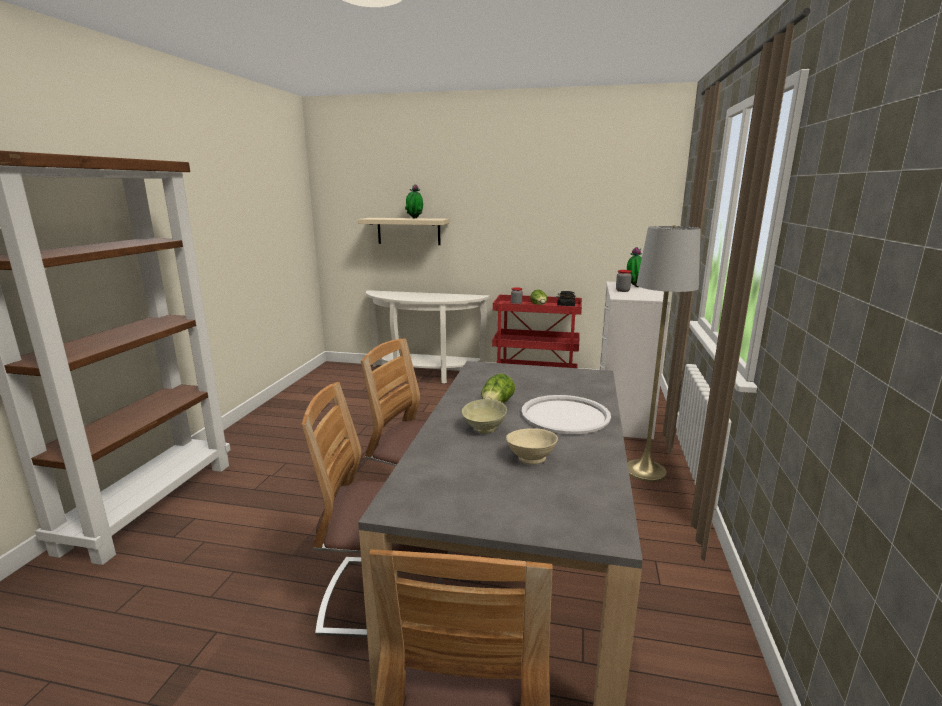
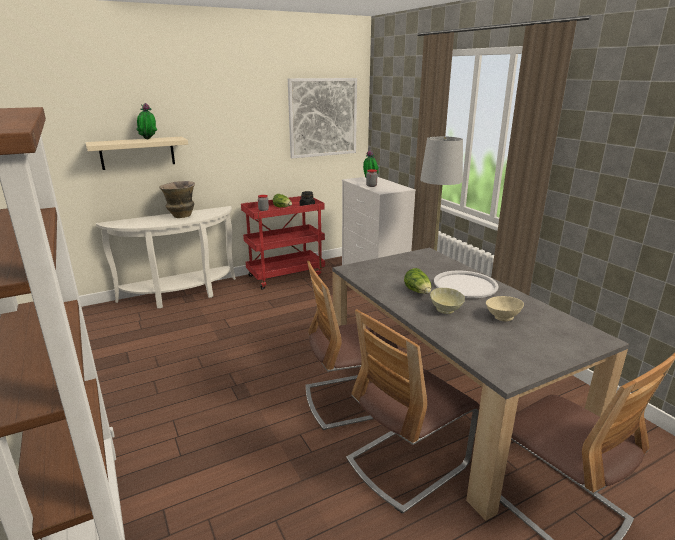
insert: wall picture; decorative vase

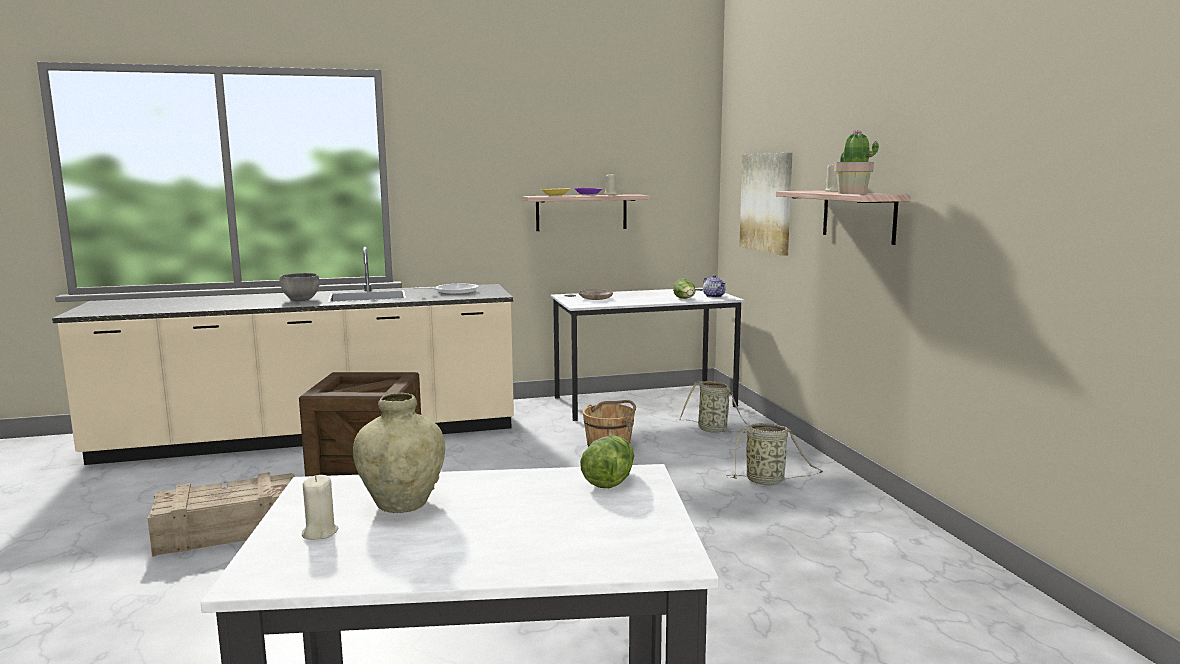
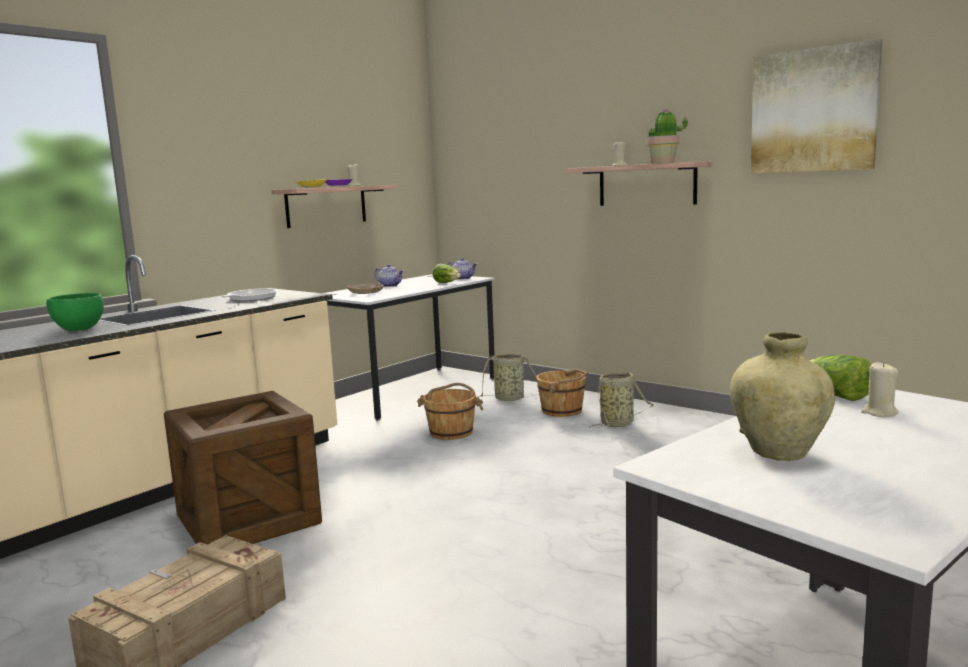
insert: teapot (1st from left); brownish water bucket (2nd from left)
move: wall picture; beige-coloured wax candle (1st from left in the first image) to beige-coloured wax candle (3rd from left)
recolor: gray serving bowl to greenish serving bowl

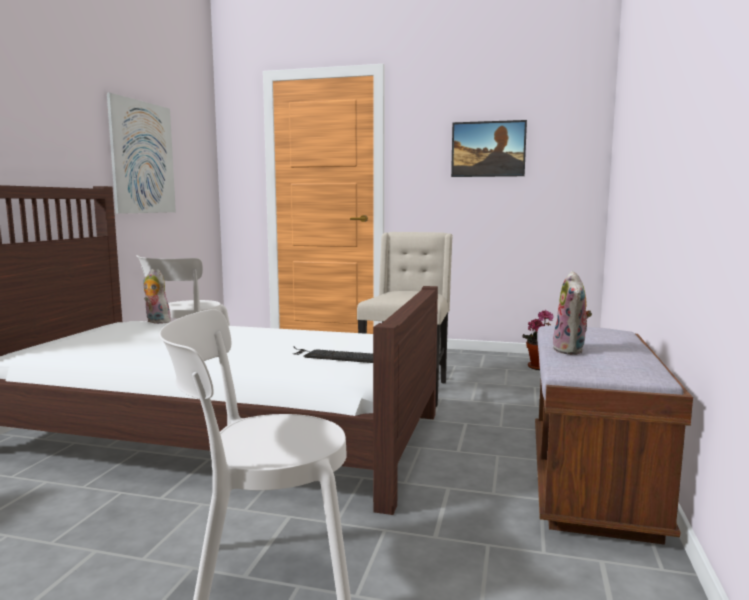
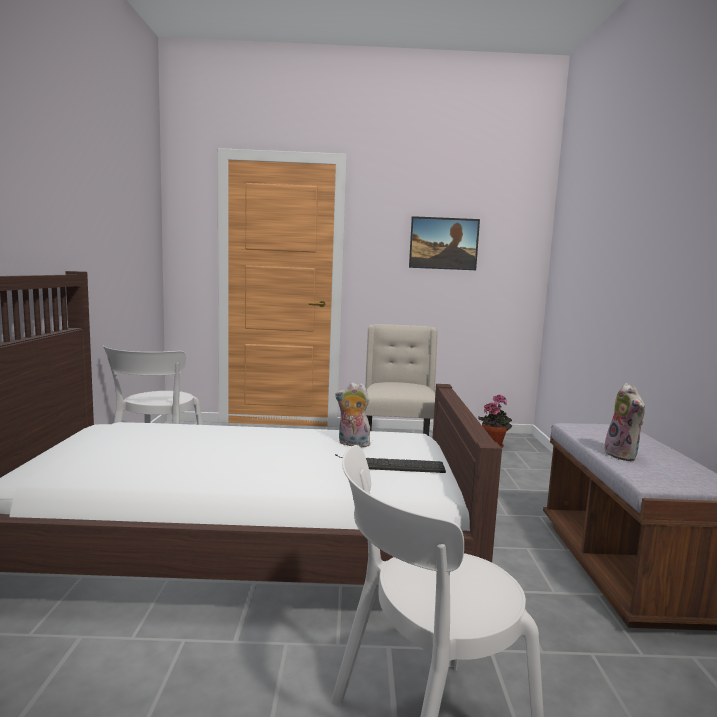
delete: wall picture (1st from left)
move: plush toy (1st from left)

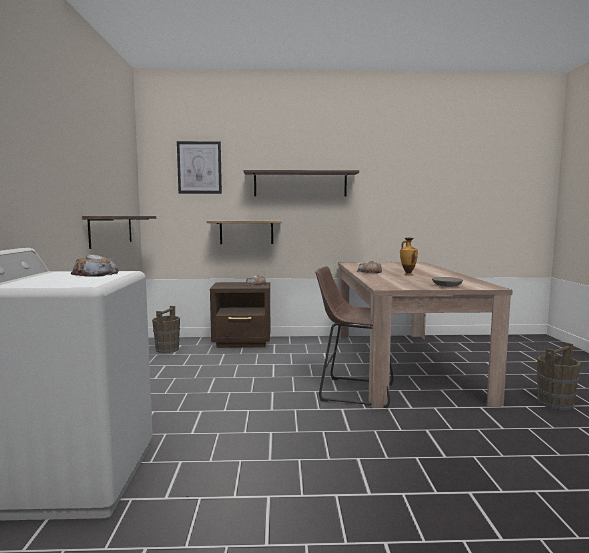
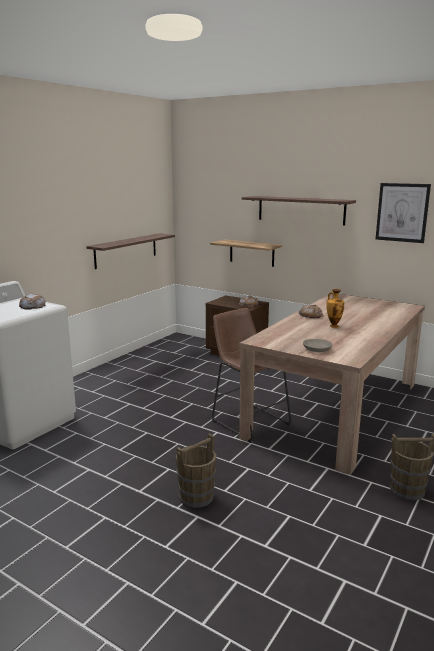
move: wall picture; brownish water bucket (1st from left)

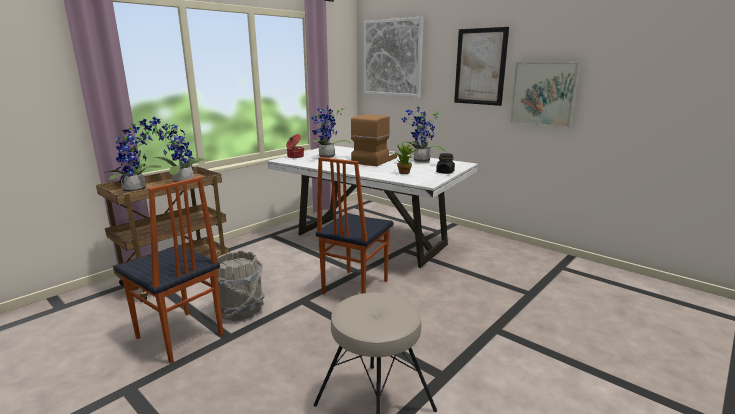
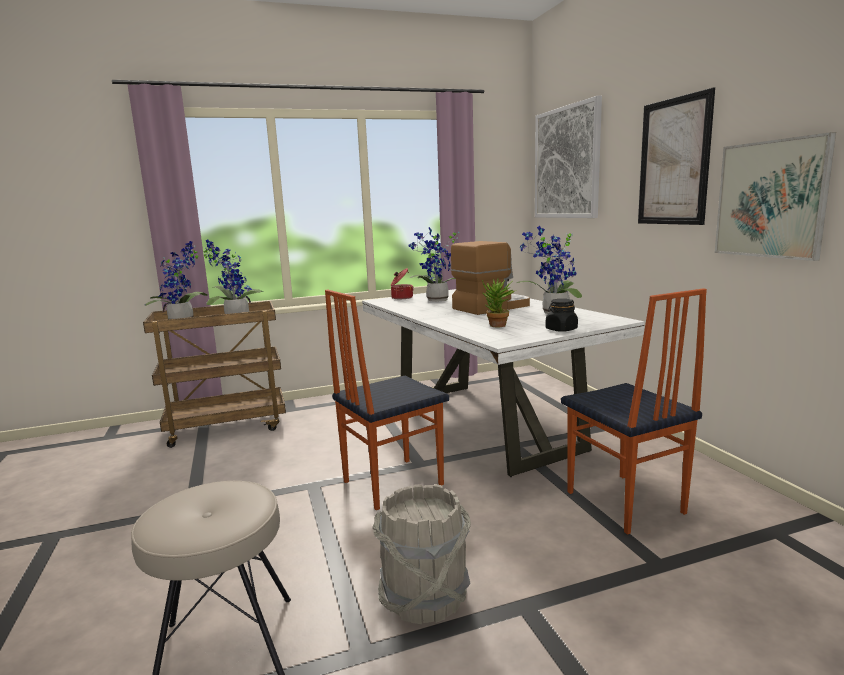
move: chair (1st from left in the first image) to chair (2nd from left); gray water bucket

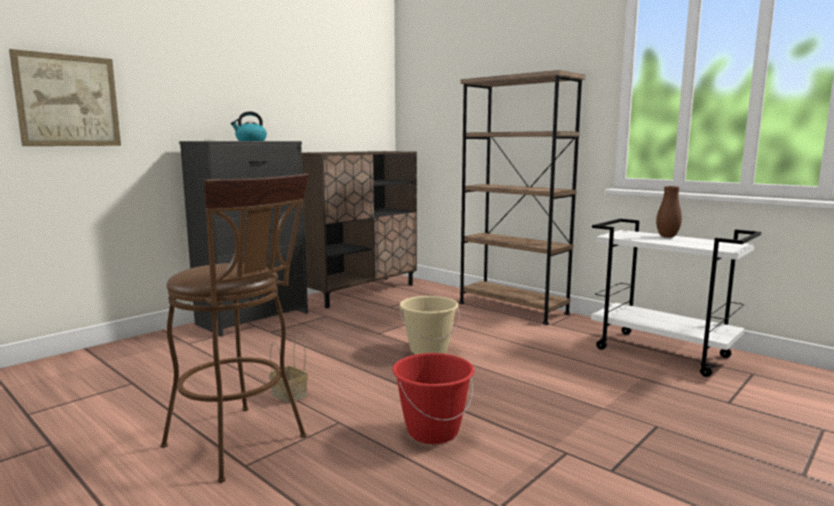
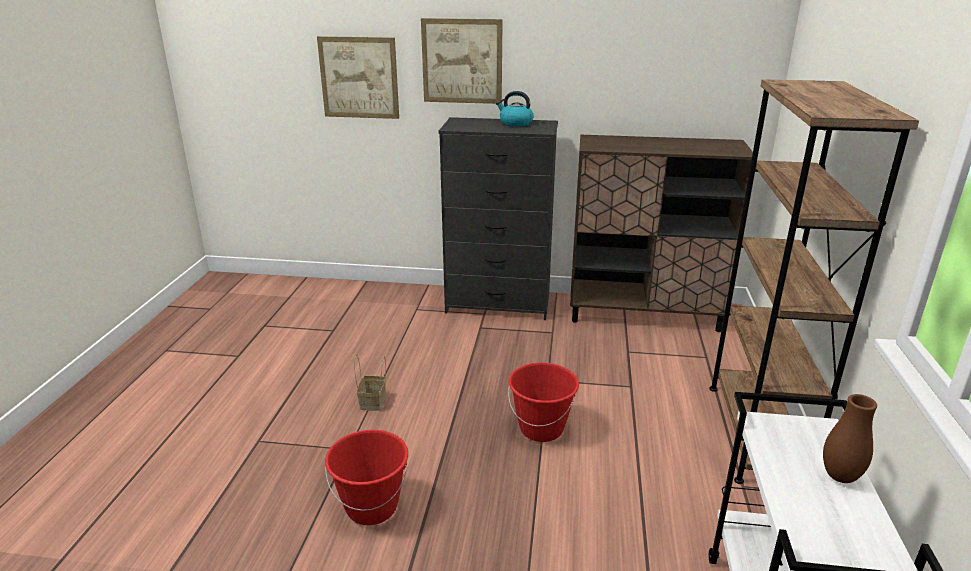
delete: brownish stool seat
insert: wall picture (2nd from left)
recolor: beige-coloured water bucket to red water bucket (2nd from left)

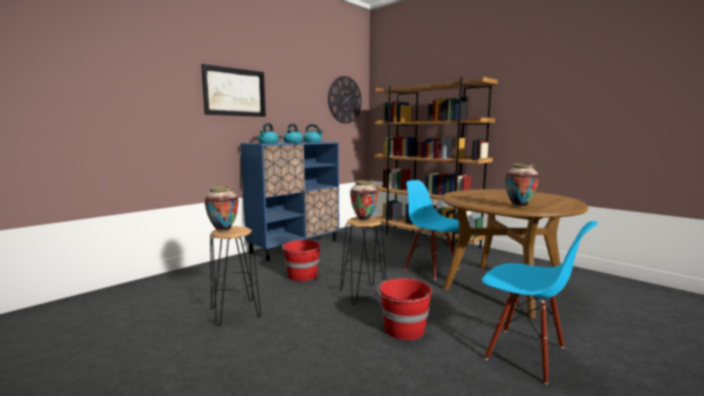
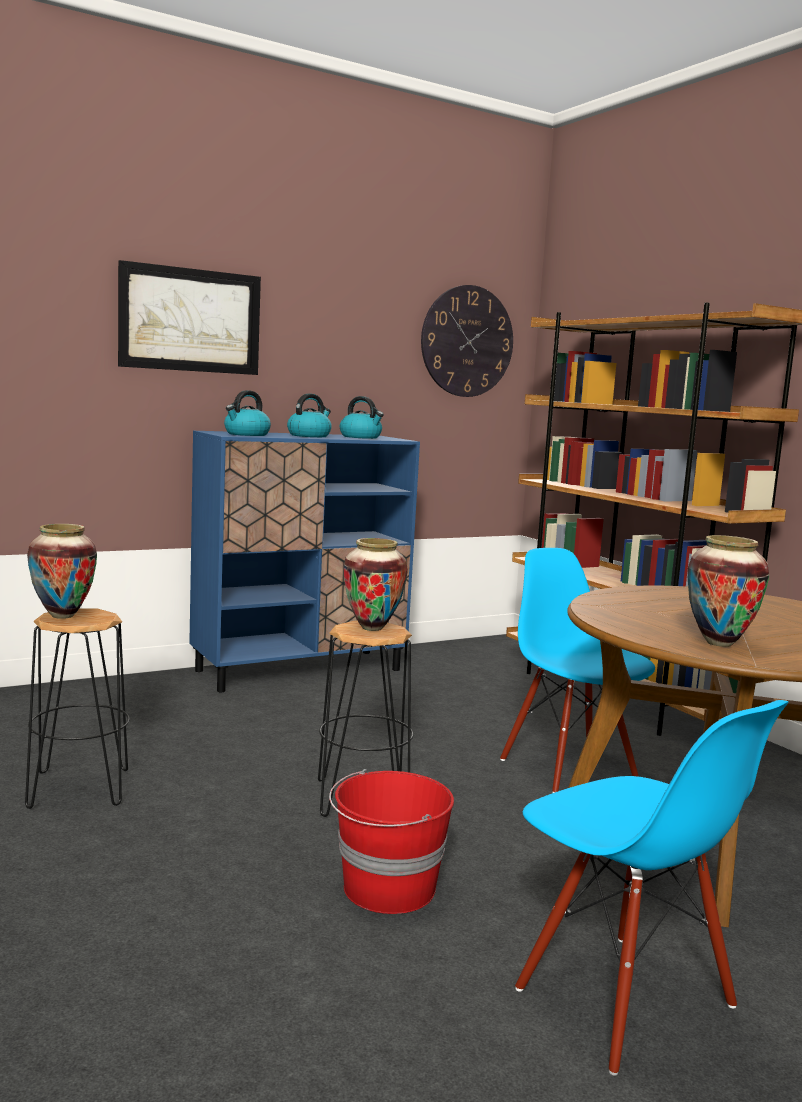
delete: red water bucket (1st from left)

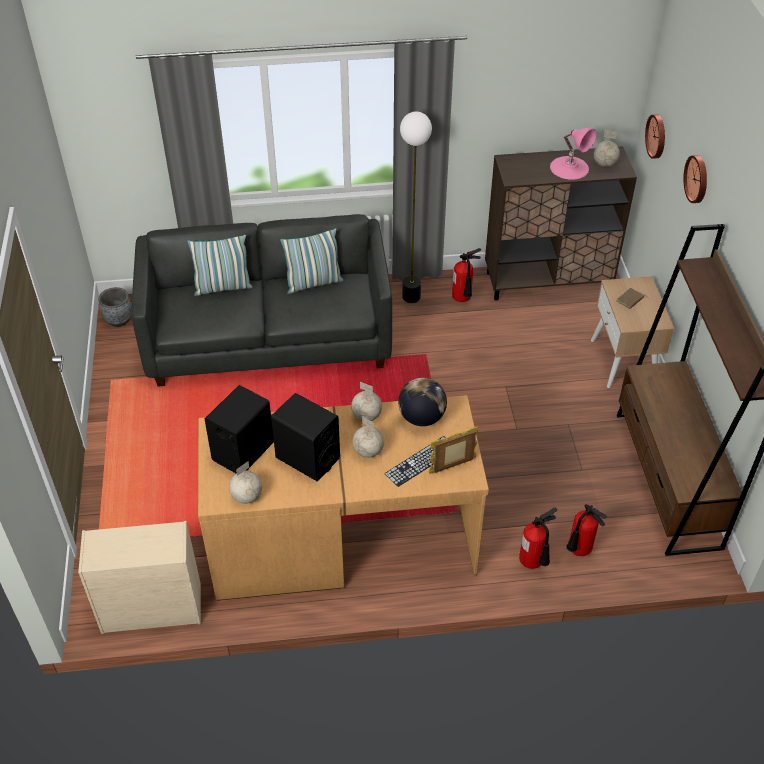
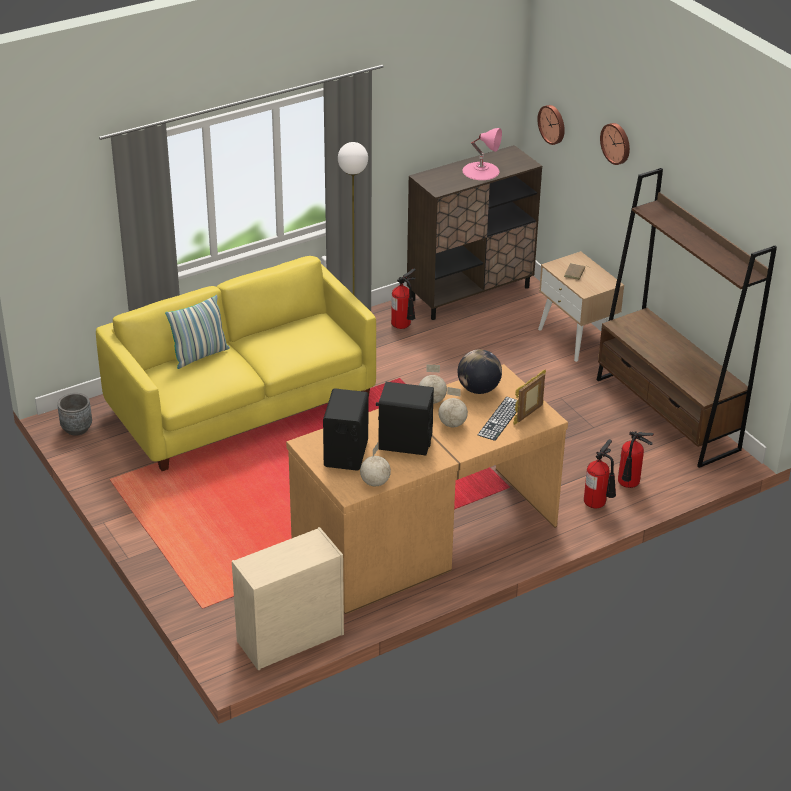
delete: world globe (5th from left); cushion (2nd from left)
recolor: gray couch to yellowish couch

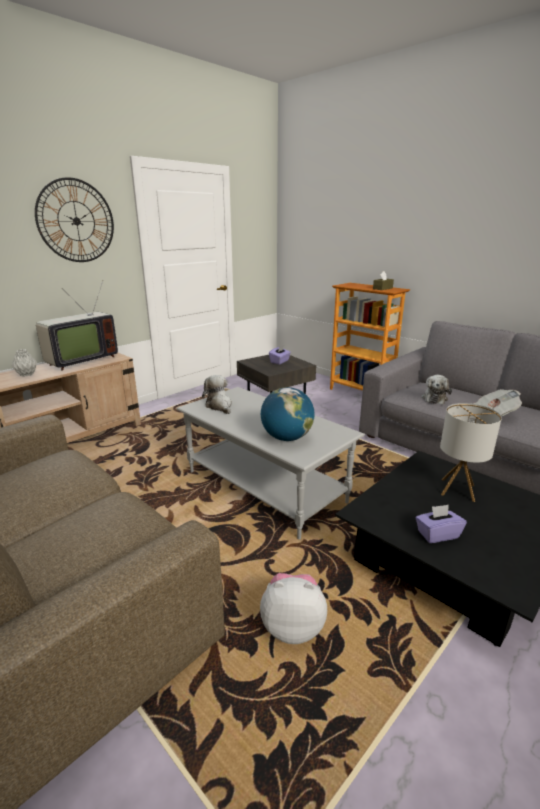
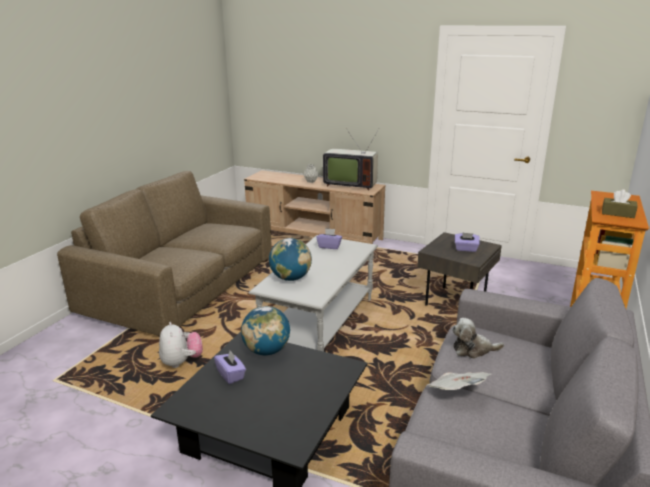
delete: clock on the wall; table lamp
insert: world globe (1st from left)
replace: plush toy (1st from left) to purplish tissue box (2nd from left)

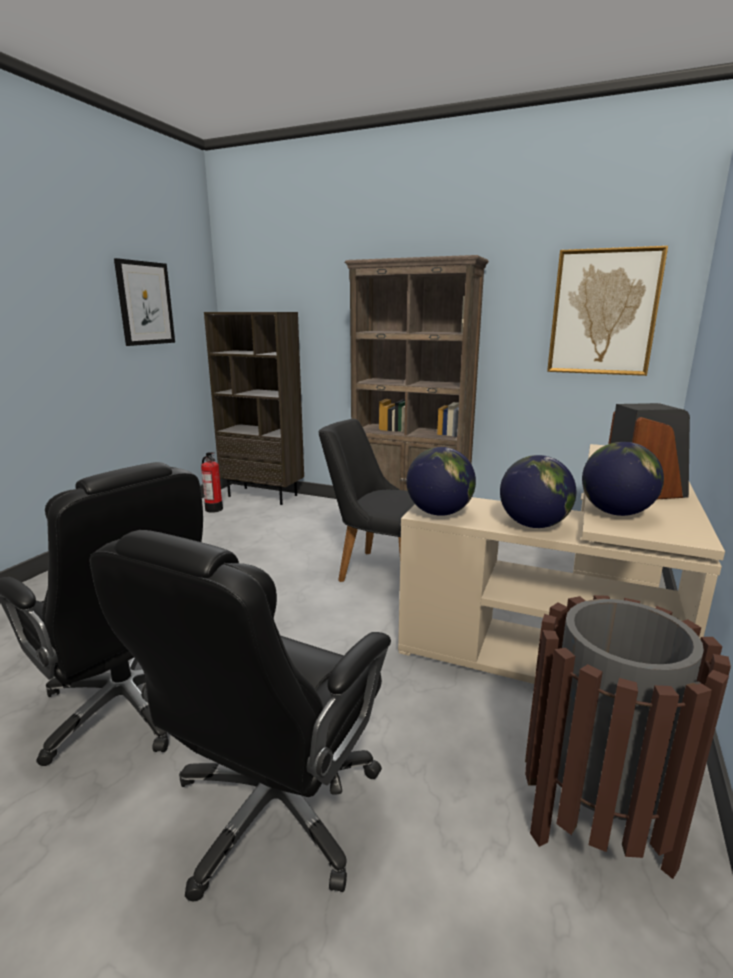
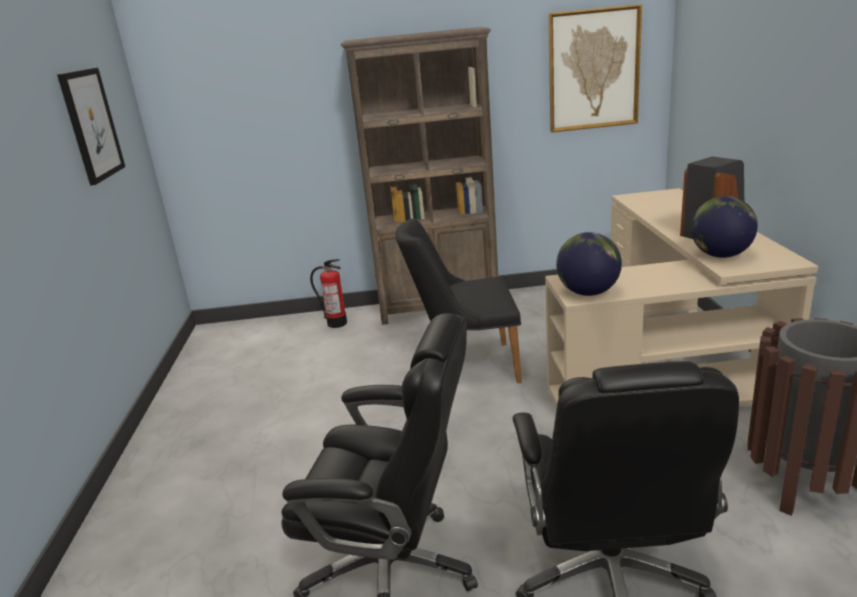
delete: brownish bookcase (1st from left); world globe (2nd from left)
move: fire-fighting cylinder

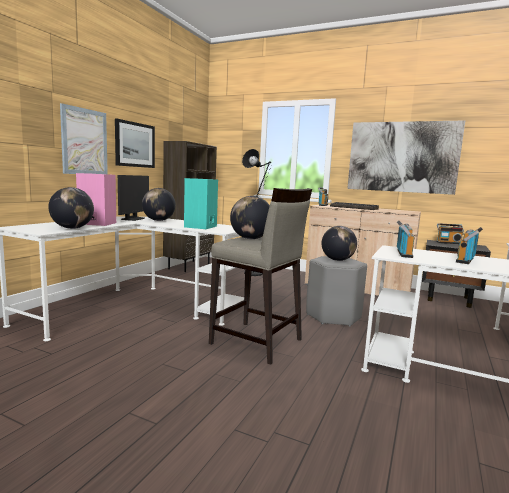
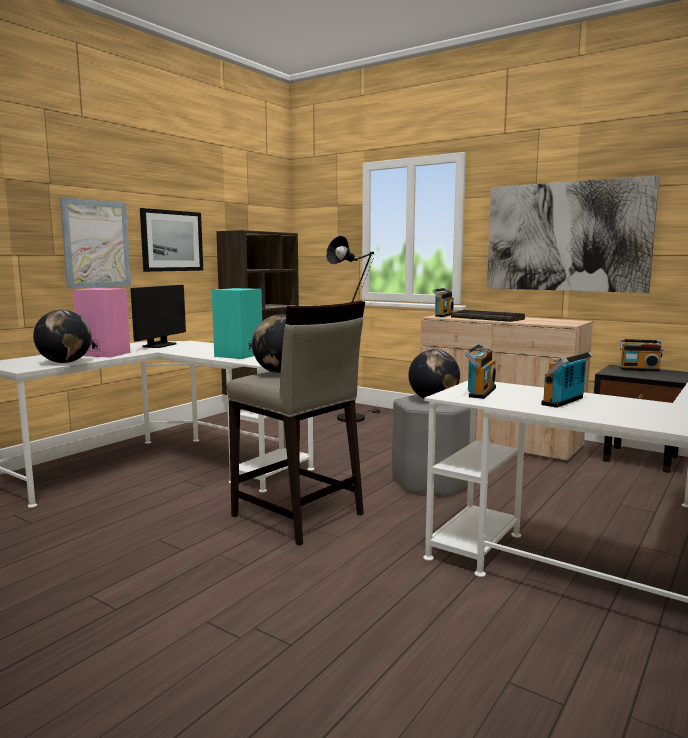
delete: world globe (2nd from left)

